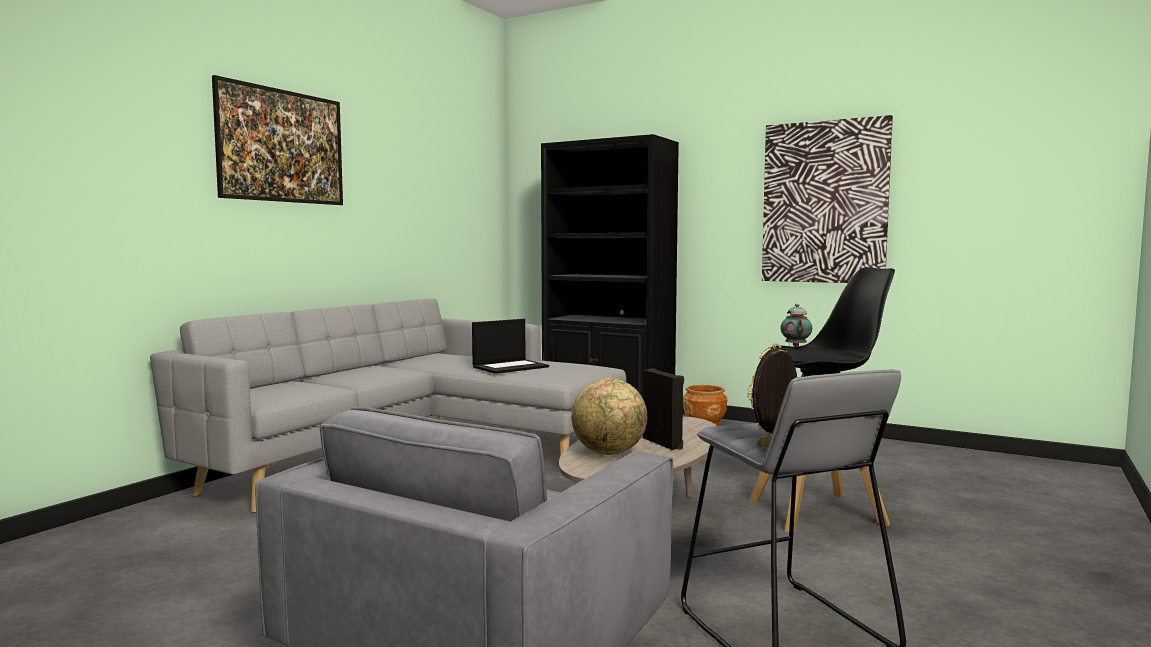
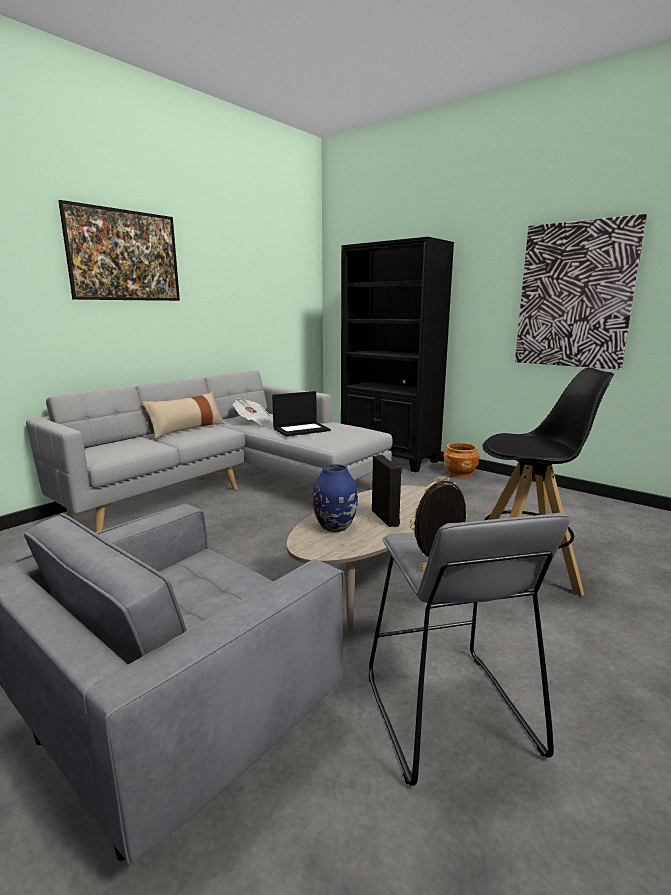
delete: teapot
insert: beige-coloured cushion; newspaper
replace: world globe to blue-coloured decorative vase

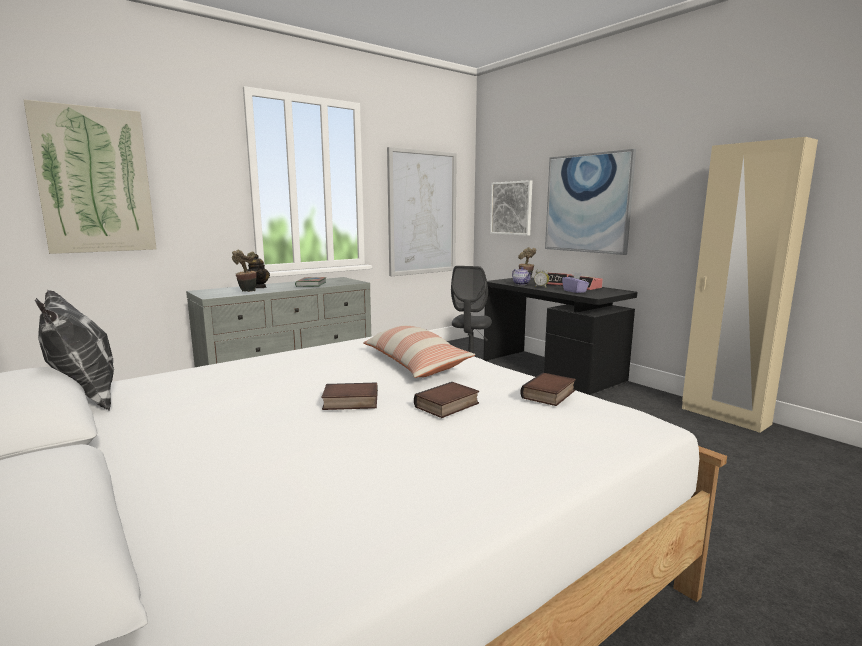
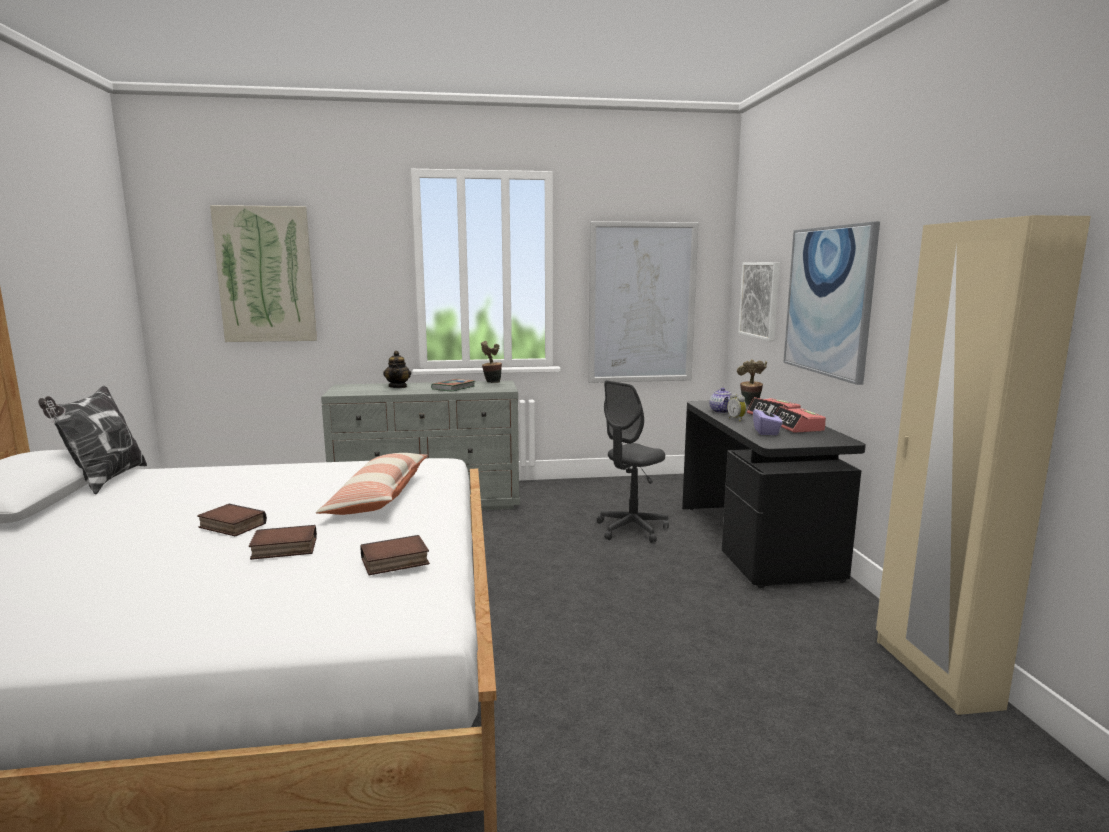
move: plant in a pot (1st from left)

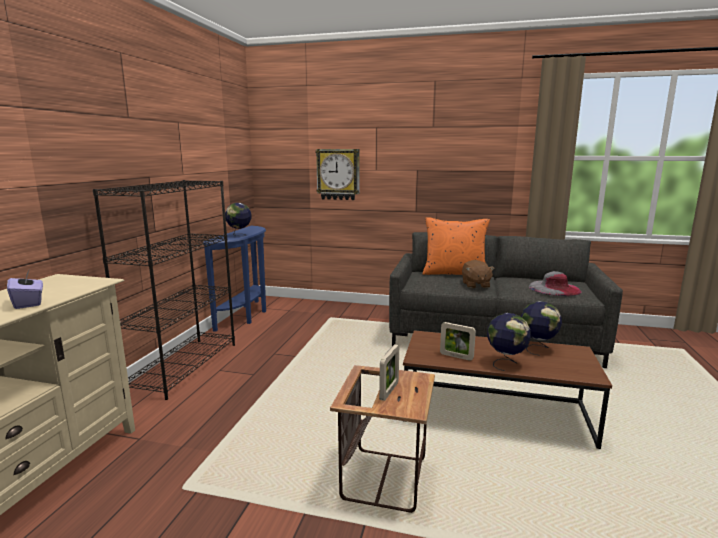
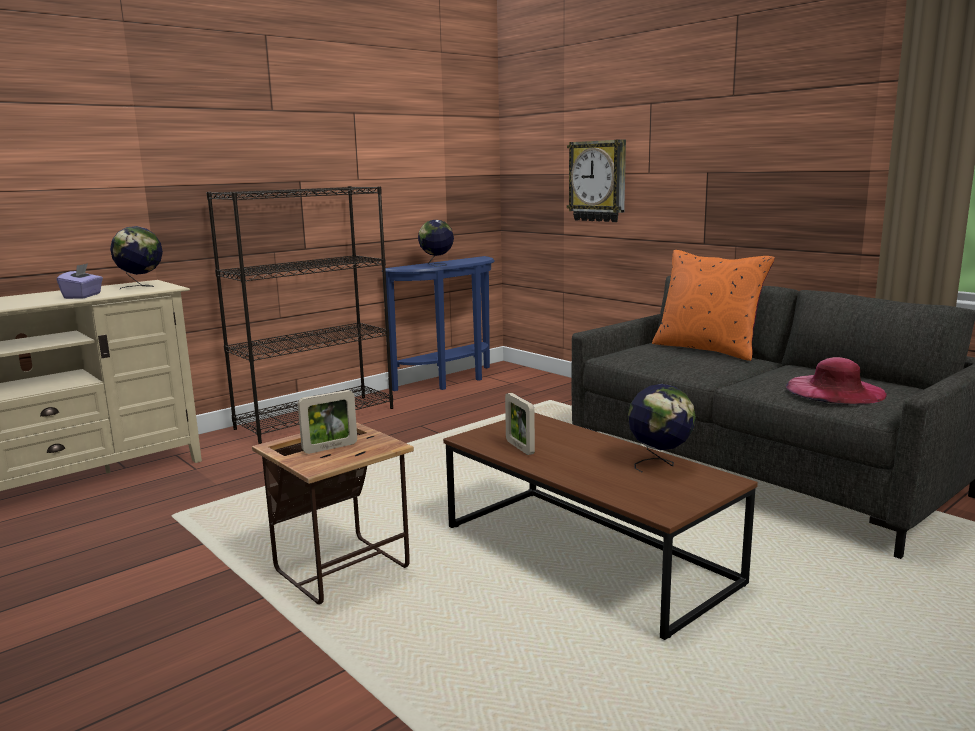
delete: brownish plush toy
move: world globe (2nd from left in the first image) to world globe (1st from left)
recolor: gray wearable hat to pinkish wearable hat

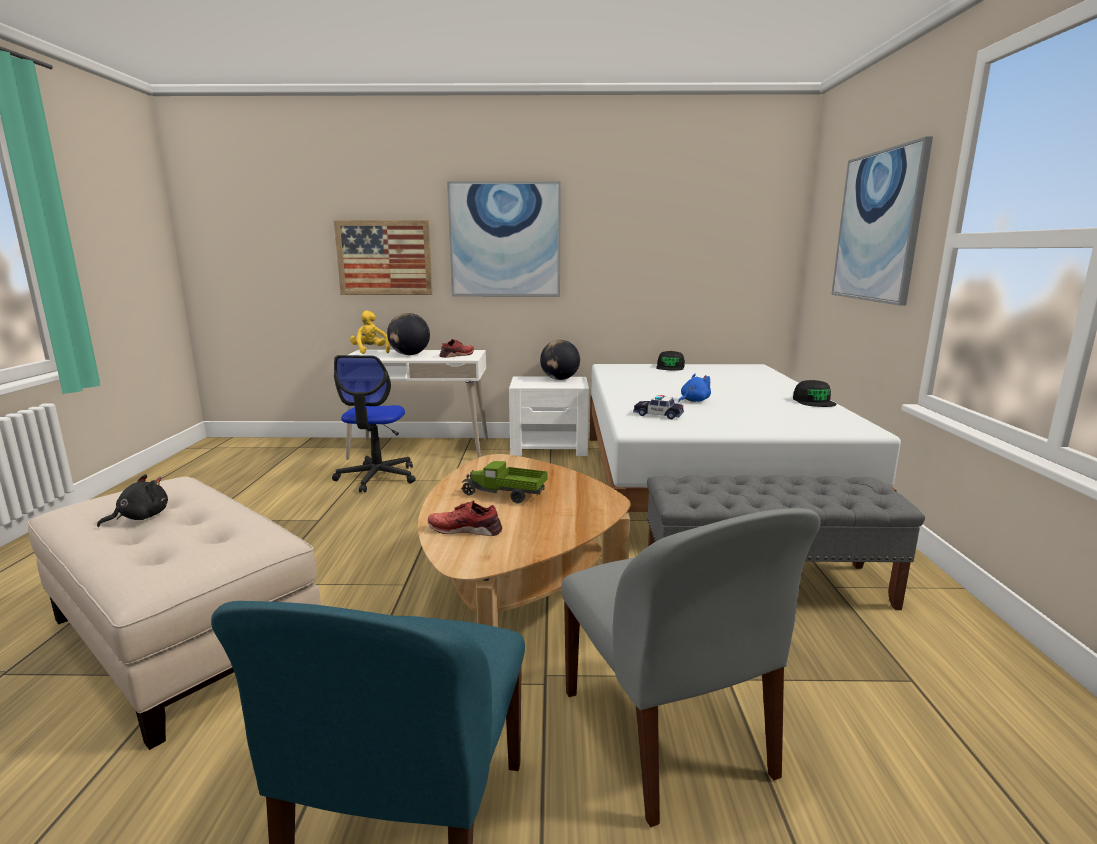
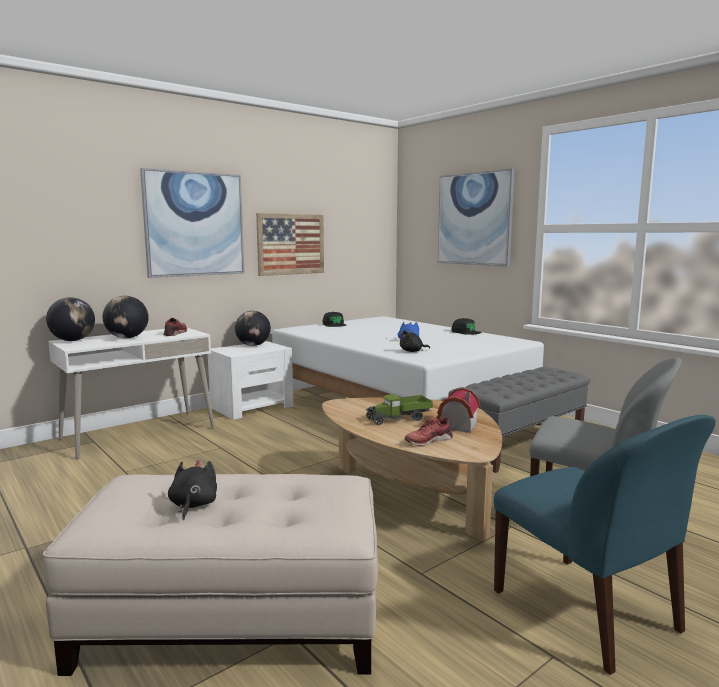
delete: office chair
insert: toy house
move: wall picture (1st from left in the first image) to wall picture (2nd from left)
replace: yellowish plush toy to world globe (1st from left); model car to black-coloured plush toy (2nd from left)

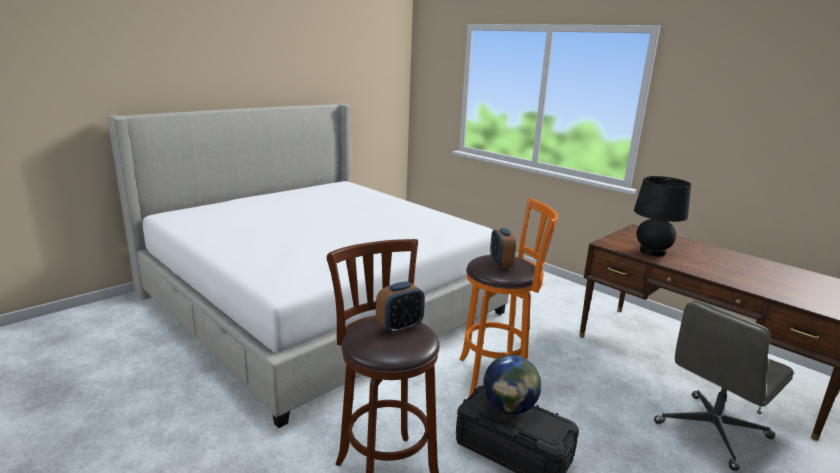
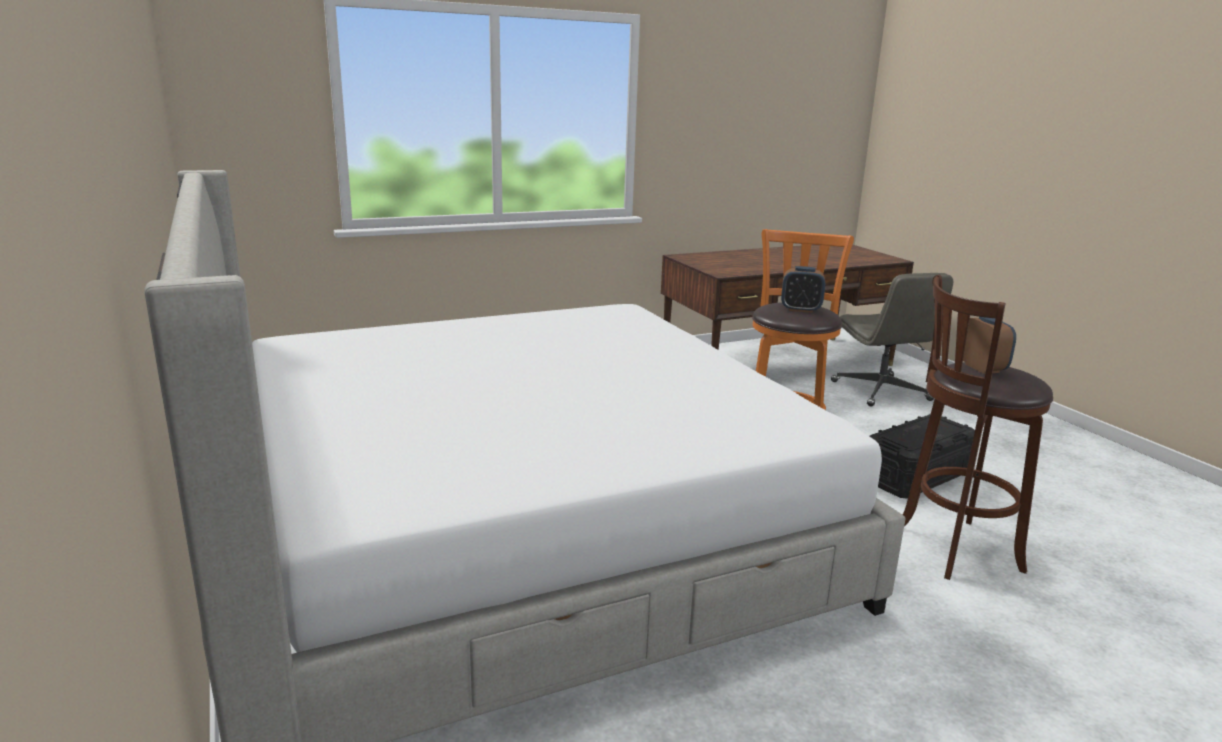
delete: black-coloured table lamp; world globe

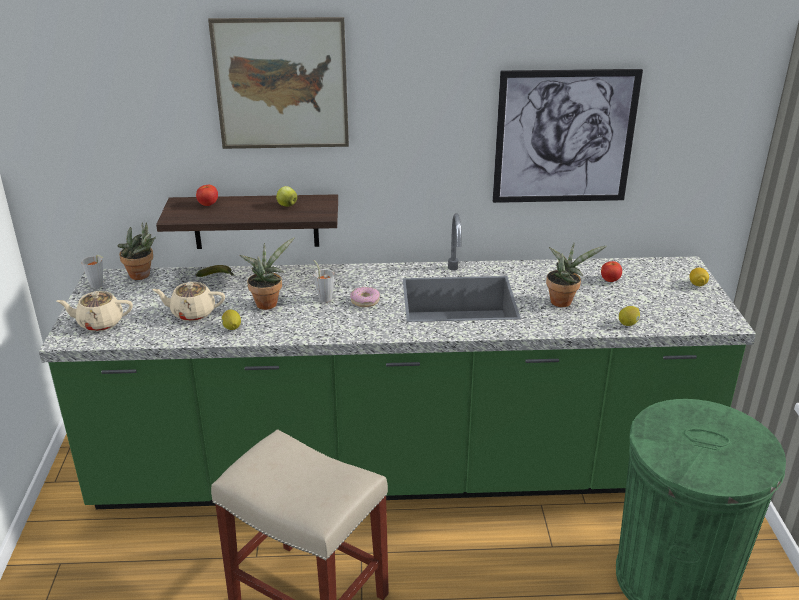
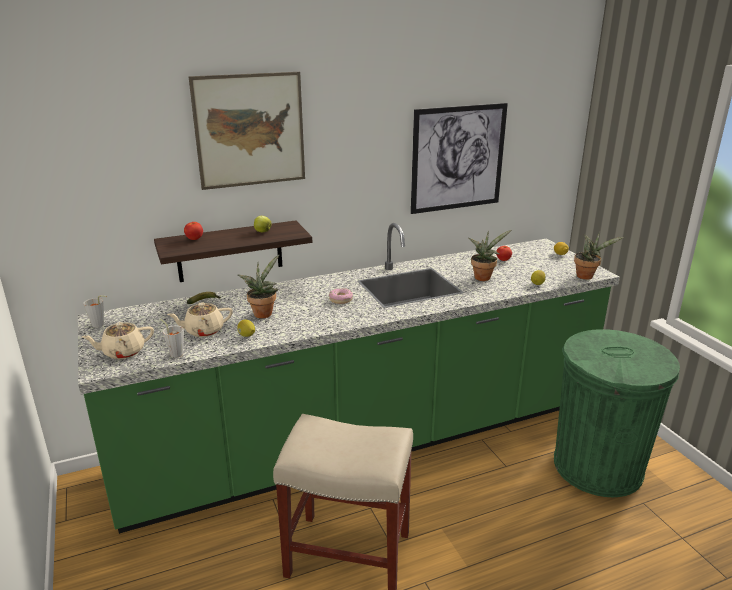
move: plant in a pot (1st from left in the first image) to plant in a pot (3rd from left); gray cup (2nd from left)

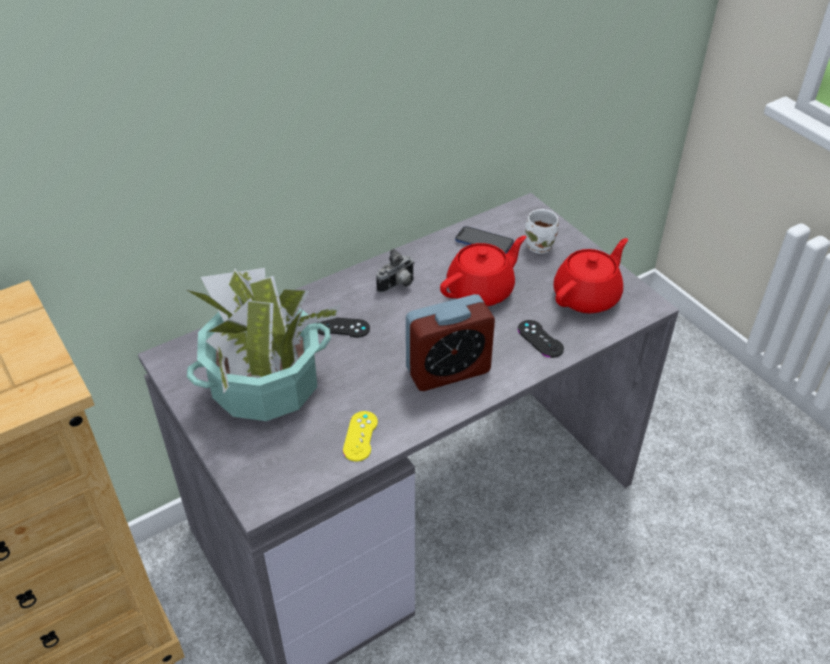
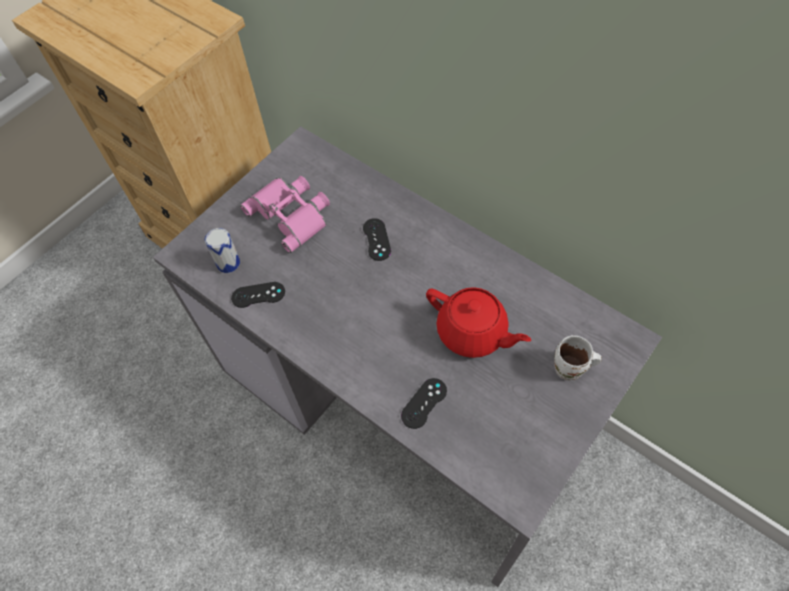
delete: phone; red teapot (2nd from left); photo camera; alarm clock
insert: metal can
replace: plant in a pot to pinkish field glasses
recolor: yellowish game controller to black-coloured game controller (1st from left)

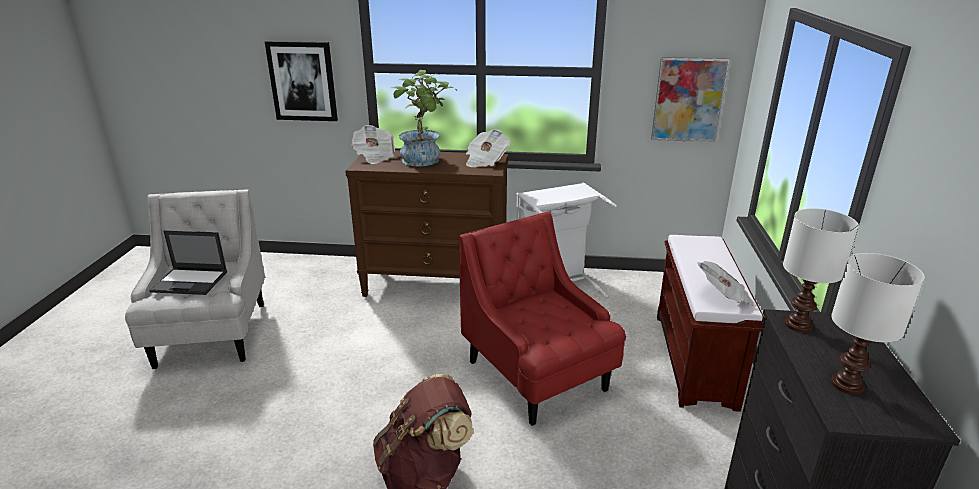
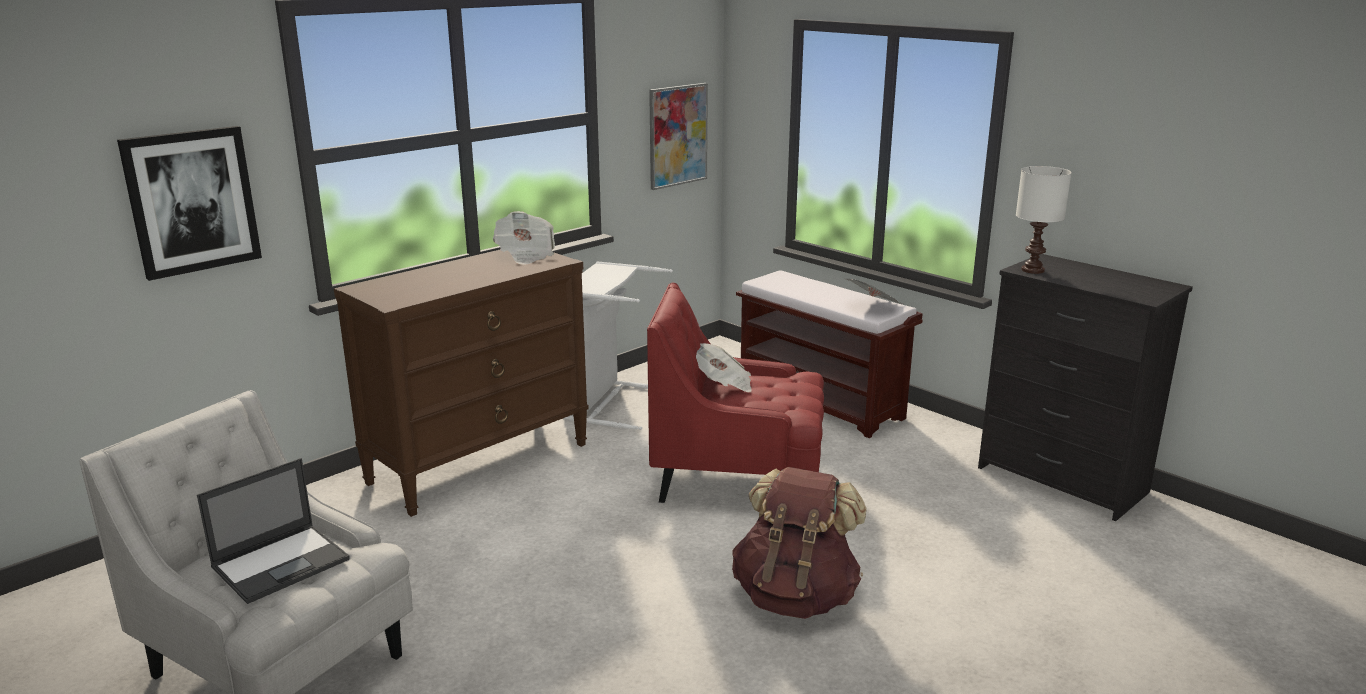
delete: plant in a pot; white table lamp (2nd from left)
move: newspaper (1st from left in the first image) to newspaper (2nd from left)

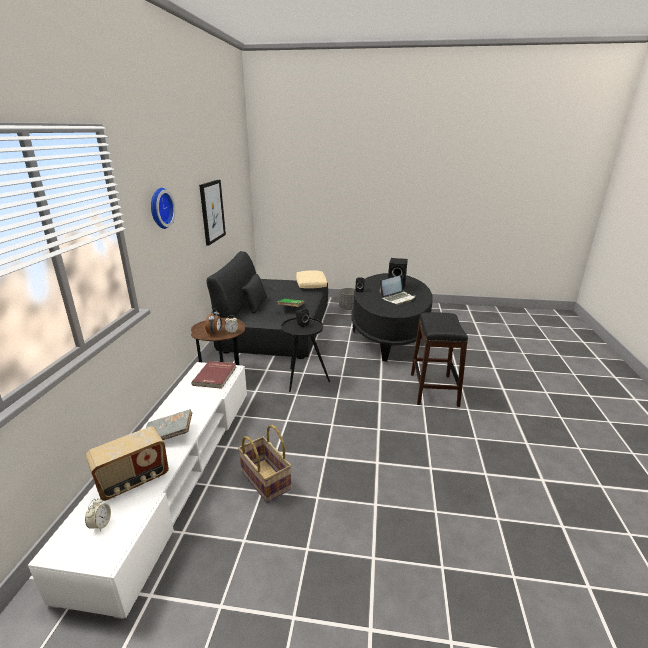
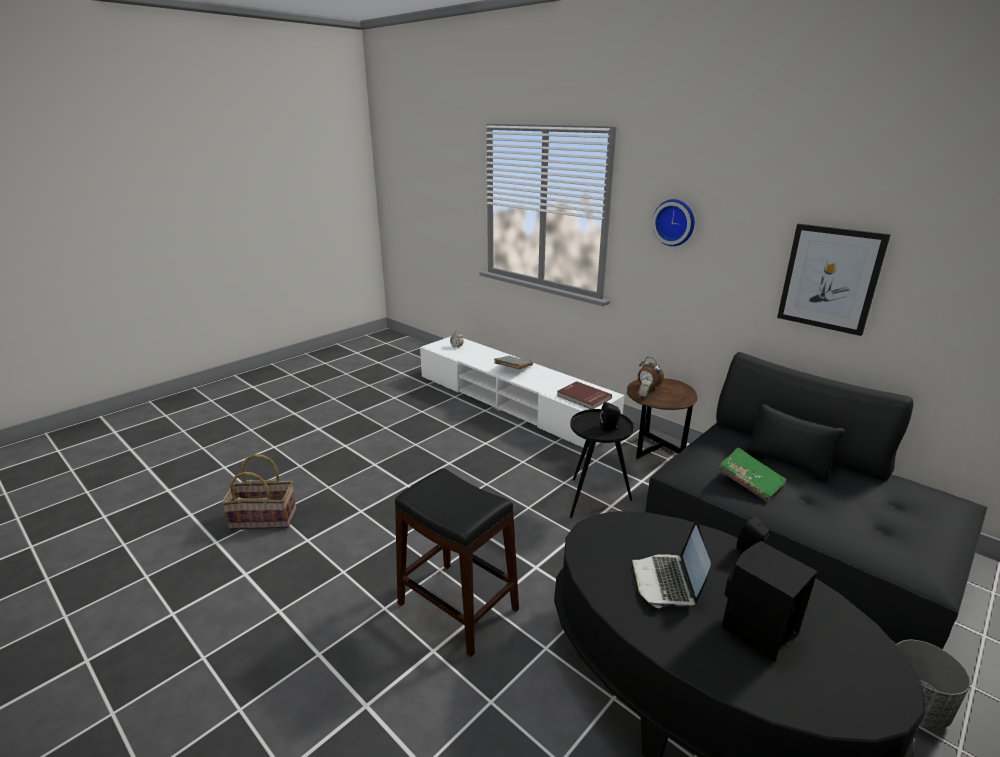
delete: beige-coloured cushion; radio
move: household basket

